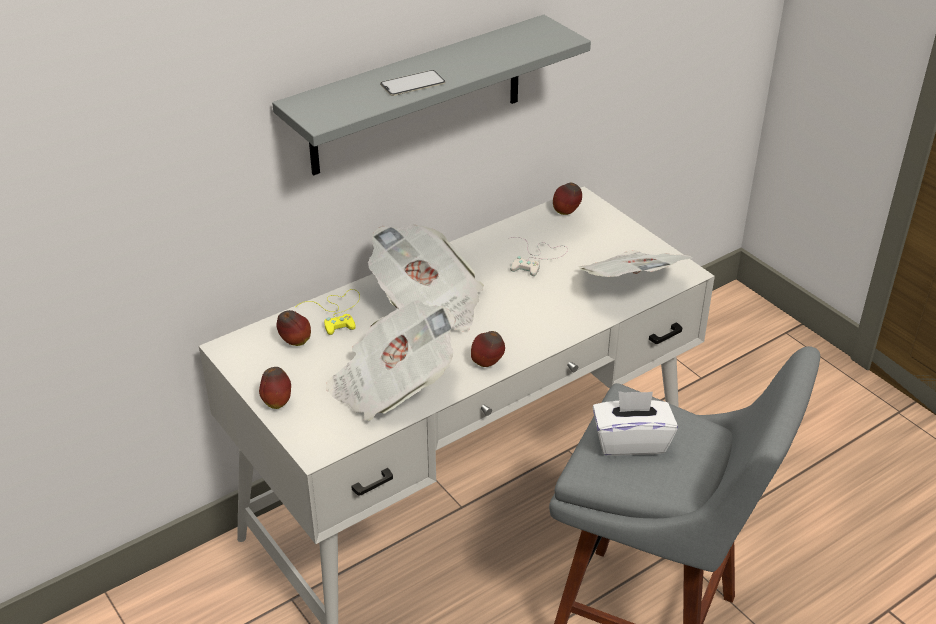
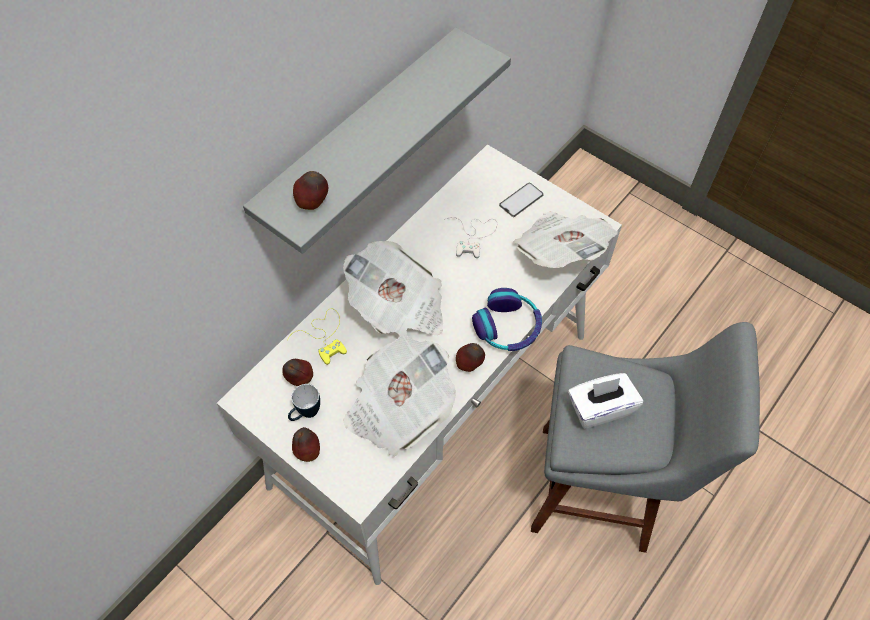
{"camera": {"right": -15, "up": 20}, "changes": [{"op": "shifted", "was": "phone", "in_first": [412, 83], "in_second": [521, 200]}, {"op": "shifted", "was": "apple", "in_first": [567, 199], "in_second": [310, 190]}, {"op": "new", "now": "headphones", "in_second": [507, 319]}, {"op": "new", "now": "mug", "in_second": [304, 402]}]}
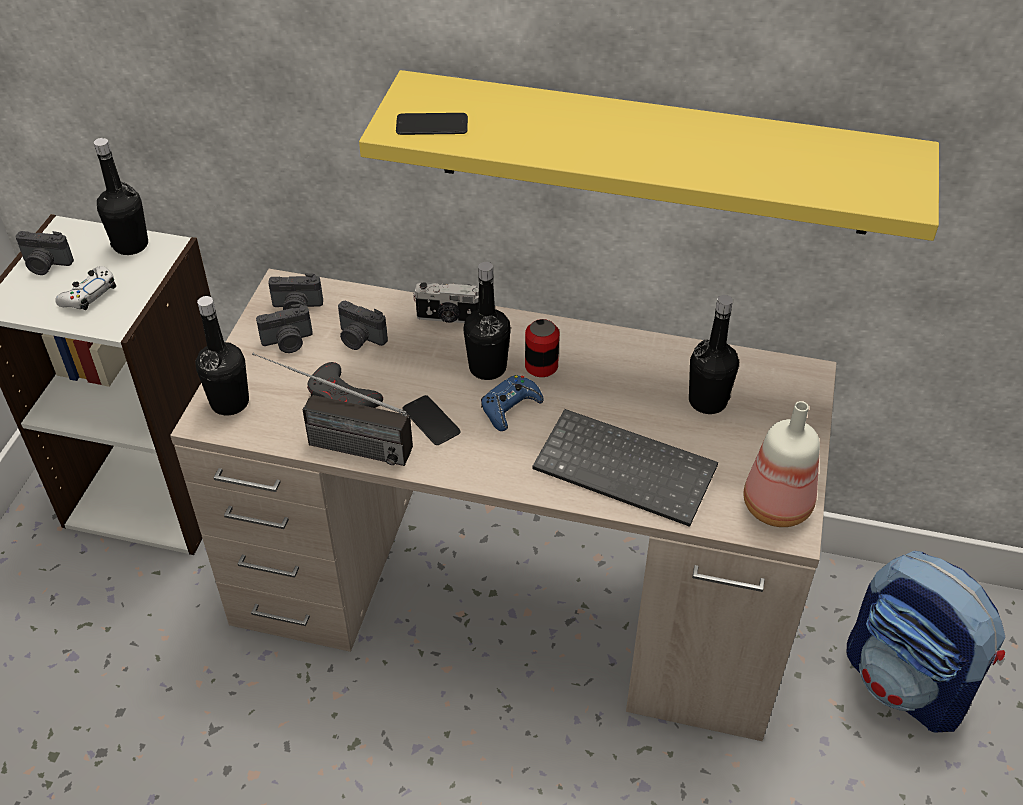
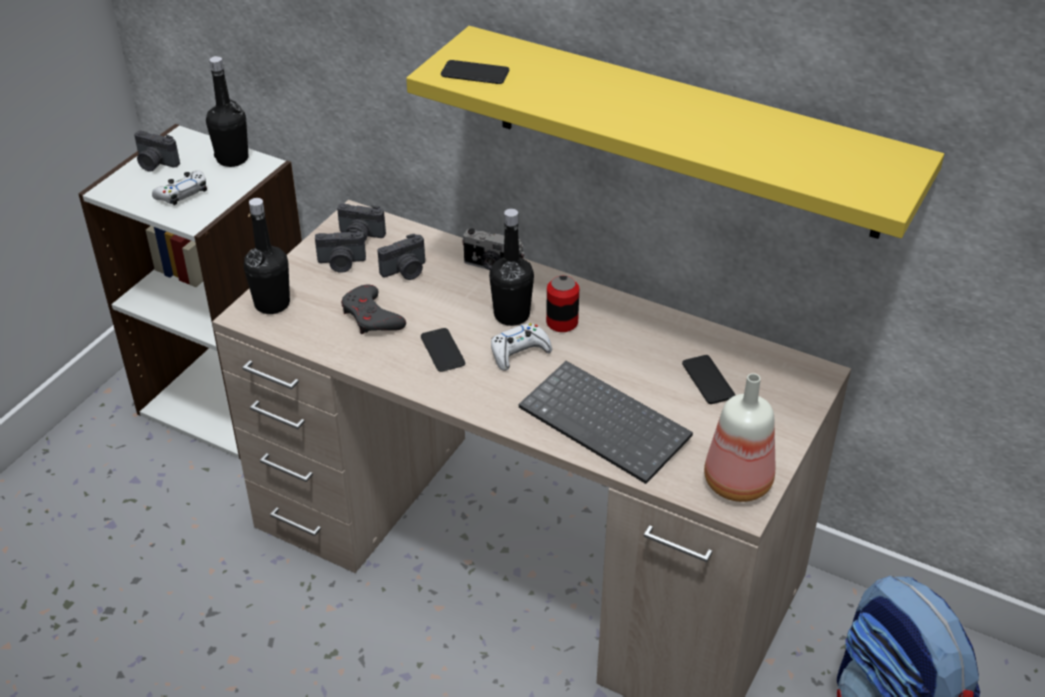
{"camera": {"right": 15, "up": -5}, "changes": [{"op": "swapped", "was": "black bottle", "now": "phone", "in_first": [714, 354], "in_second": [708, 379]}, {"op": "rotated", "was": "photo camera", "in_first": [363, 325], "in_second": [401, 256], "clockwise": -75}, {"op": "gone", "was": "radio", "in_first": [332, 409]}, {"op": "repainted", "was": "blue game controller", "now": "white game controller", "in_first": [512, 403], "in_second": [521, 347]}]}
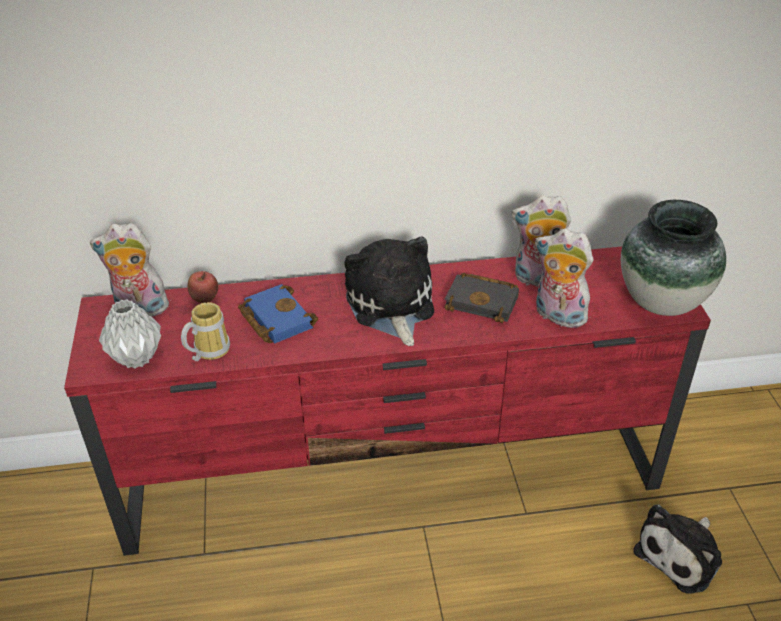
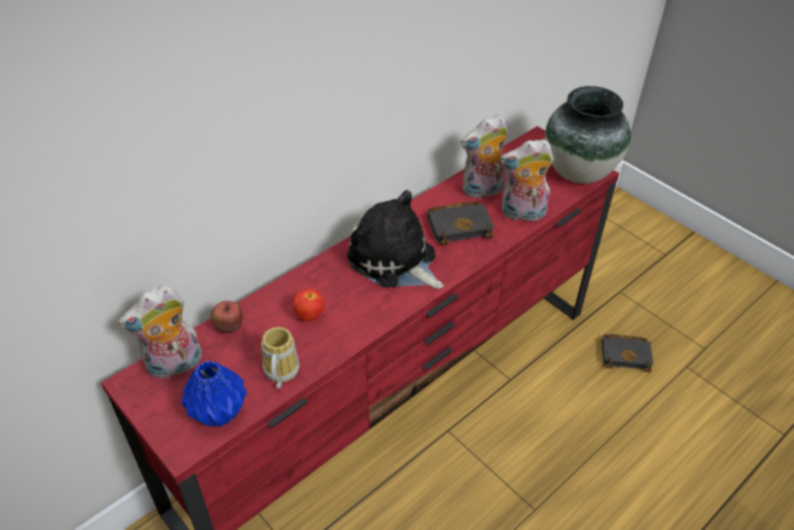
{"camera": {"right": -35, "up": 5}, "changes": [{"op": "swapped", "was": "blue book", "now": "apple", "in_first": [278, 313], "in_second": [308, 305]}, {"op": "repainted", "was": "grey vase", "now": "blue vase", "in_first": [130, 334], "in_second": [214, 394]}, {"op": "swapped", "was": "plush toy", "now": "black book", "in_first": [677, 549], "in_second": [627, 353]}]}
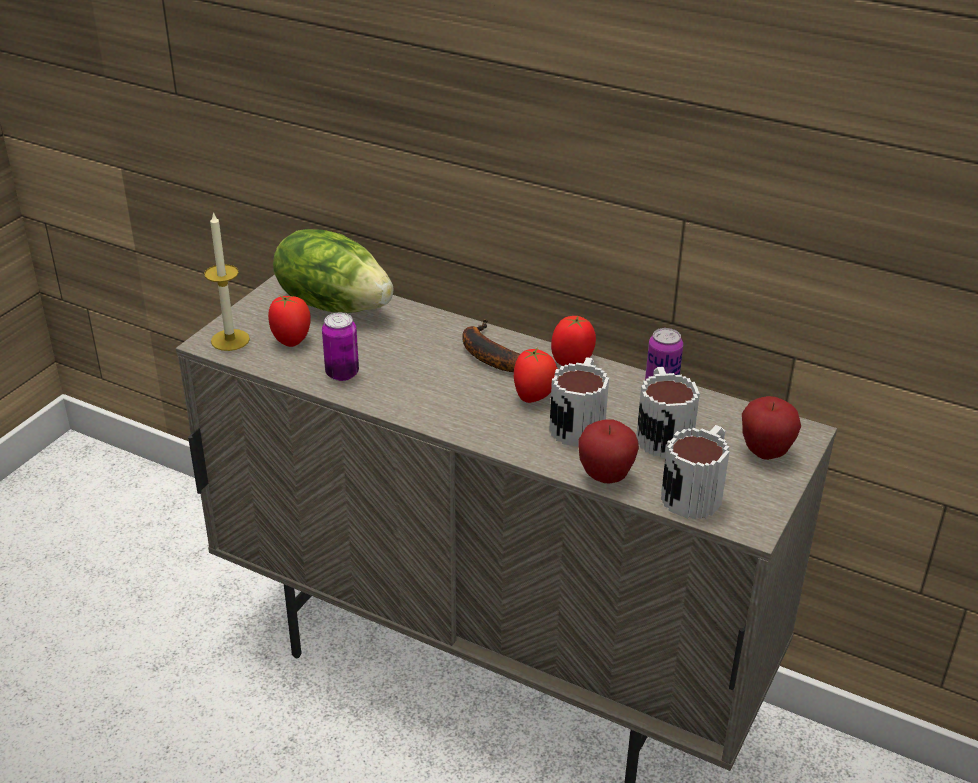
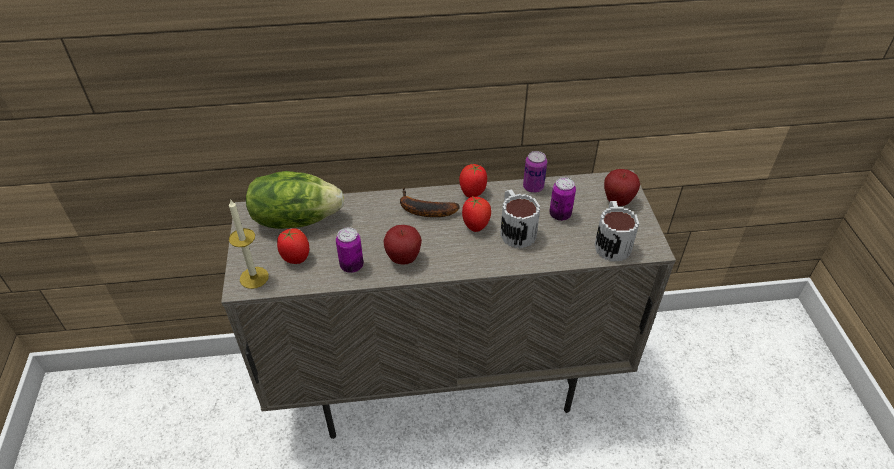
{"camera": {"right": -35, "up": 10}, "changes": [{"op": "swapped", "was": "mug", "now": "can", "in_first": [668, 412], "in_second": [562, 199]}, {"op": "shifted", "was": "apple", "in_first": [608, 451], "in_second": [402, 245]}]}
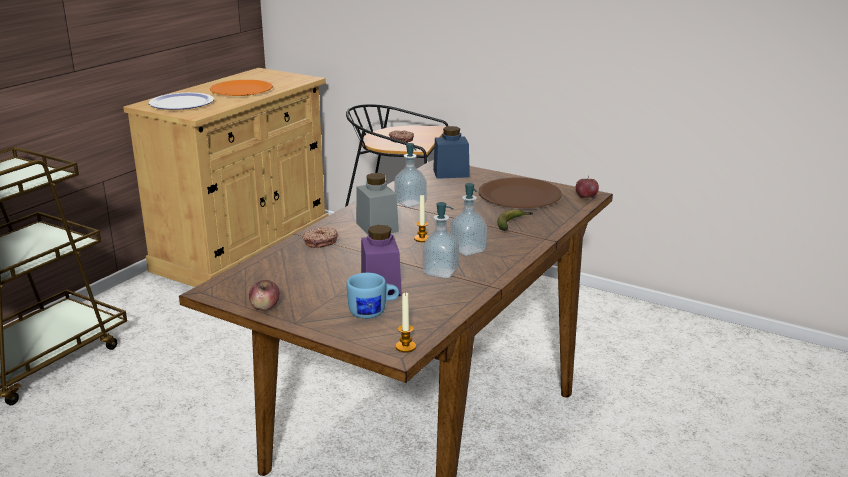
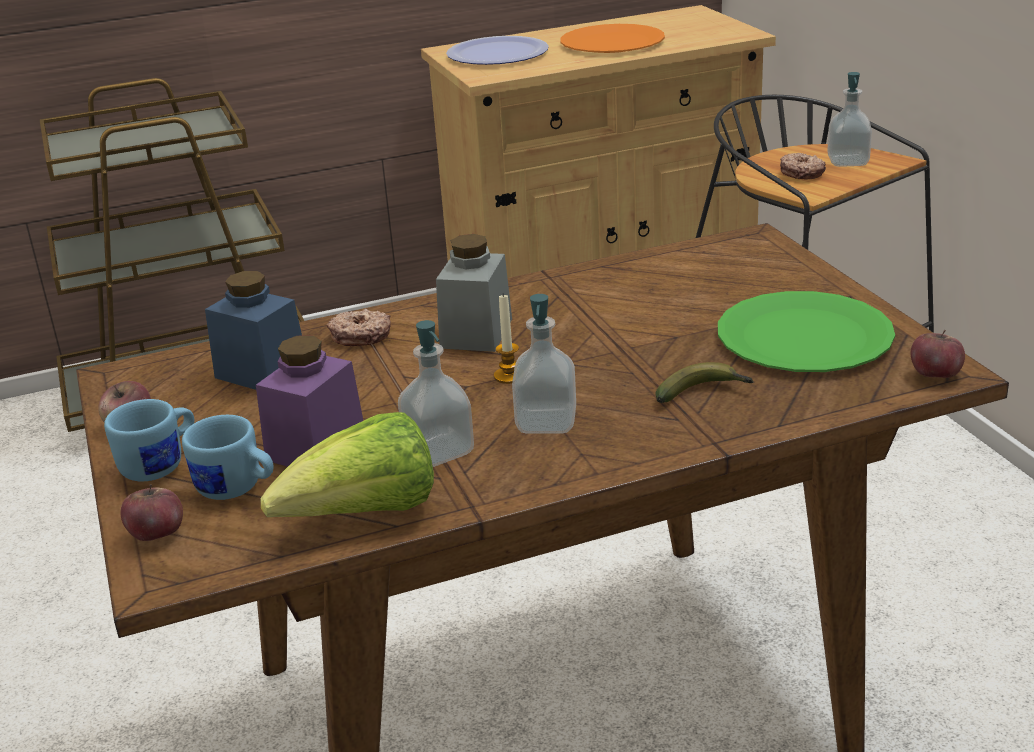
{"camera": {"right": 40, "up": 5}, "changes": [{"op": "shifted", "was": "blue jar", "in_first": [451, 152], "in_second": [253, 330]}, {"op": "shifted", "was": "soap dispenser", "in_first": [410, 175], "in_second": [849, 119]}, {"op": "repainted", "was": "brown plate", "now": "green plate", "in_first": [520, 193], "in_second": [806, 331]}, {"op": "gone", "was": "candle", "in_first": [405, 322]}, {"op": "new", "now": "blue mug", "in_second": [149, 440]}, {"op": "new", "now": "lettuce", "in_second": [347, 464]}, {"op": "new", "now": "apple", "in_second": [152, 512]}]}
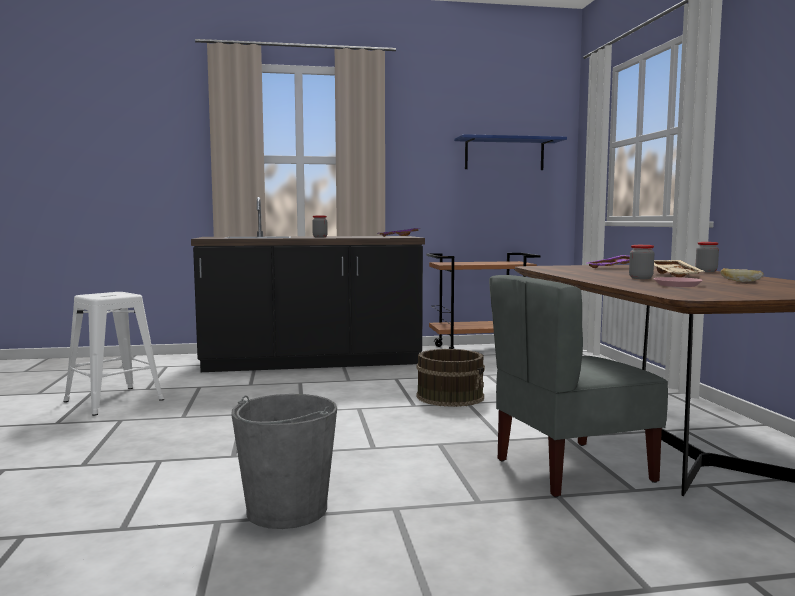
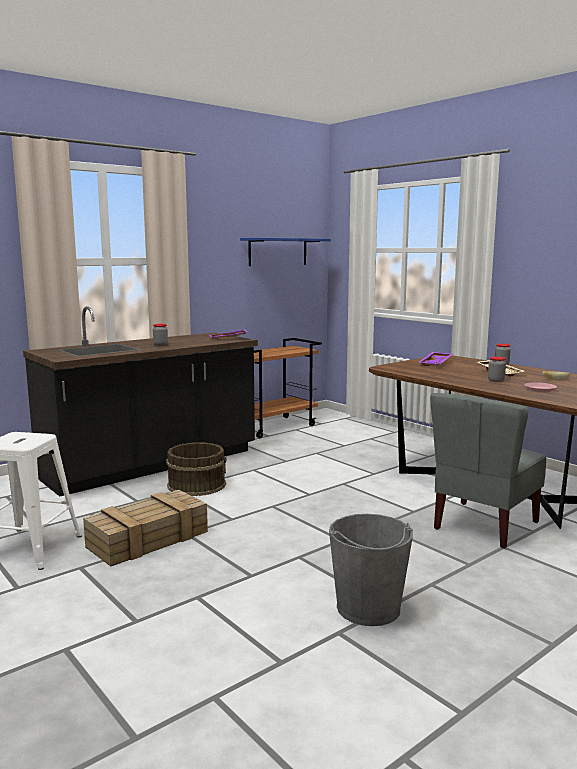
{"camera": {"right": -30, "up": 5}, "changes": [{"op": "shifted", "was": "brown bucket", "in_first": [450, 378], "in_second": [196, 469]}, {"op": "new", "now": "crate", "in_second": [145, 528]}]}
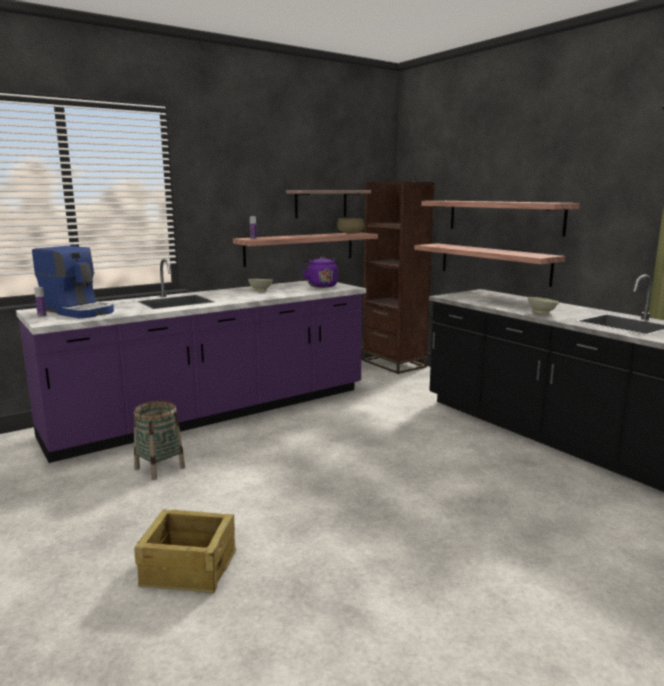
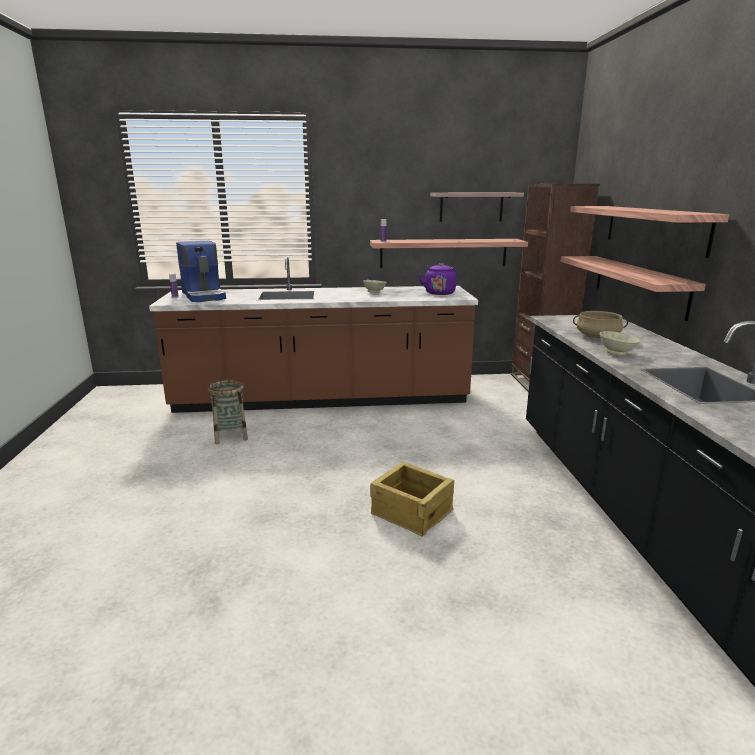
{"camera": {"right": 30, "up": 5}, "changes": [{"op": "shifted", "was": "beige cooking pot", "in_first": [351, 226], "in_second": [600, 324]}, {"op": "repainted", "was": "purple counter", "now": "brown counter", "in_first": [191, 361], "in_second": [313, 334]}, {"op": "shifted", "was": "crate", "in_first": [185, 551], "in_second": [412, 499]}]}
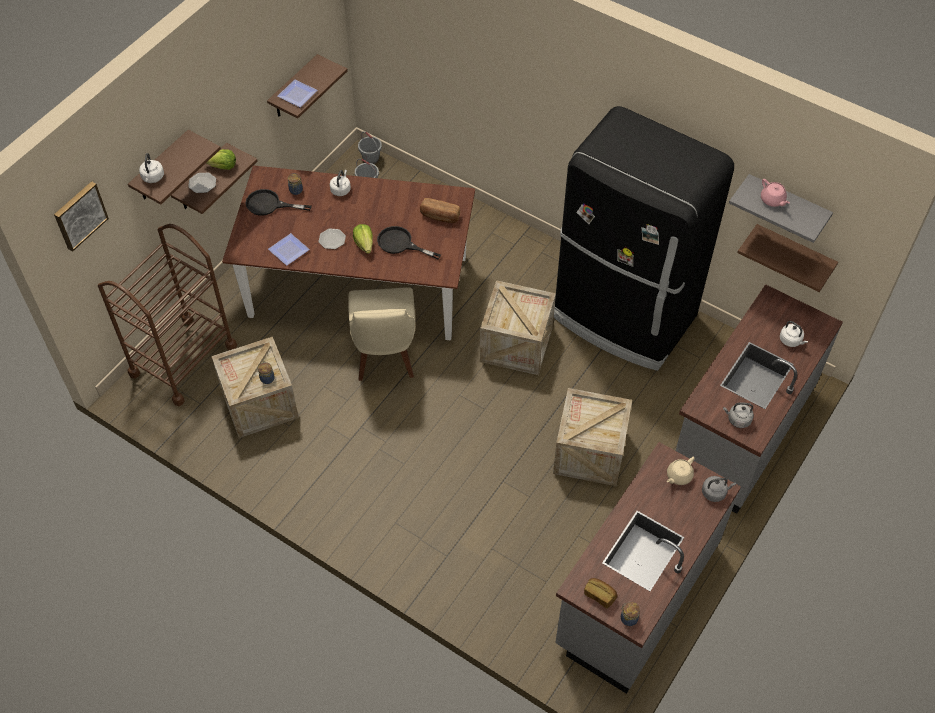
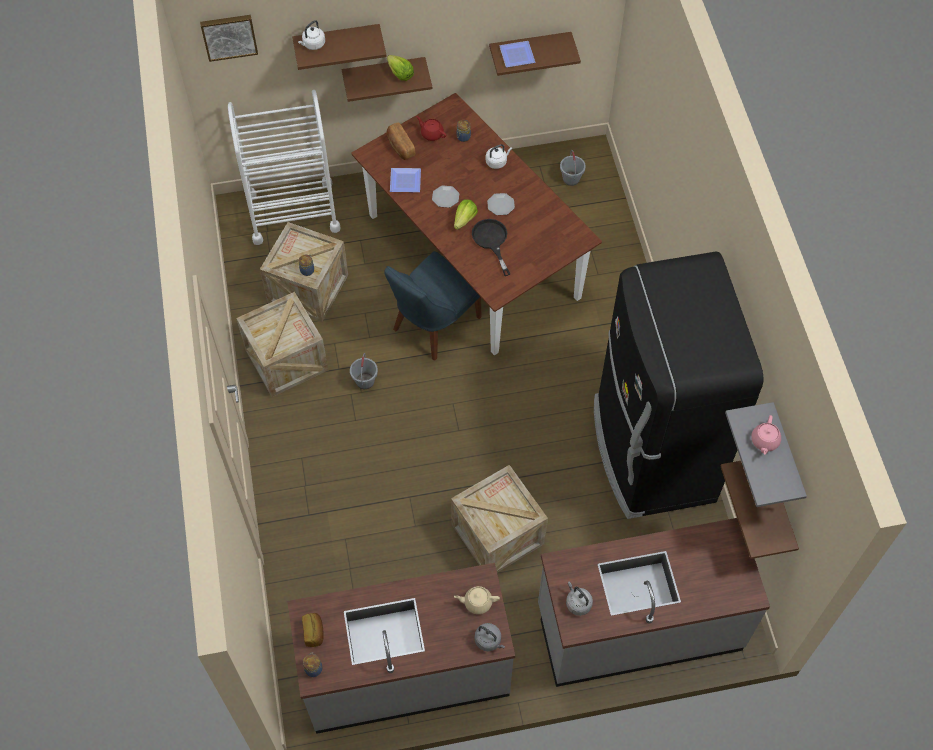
{"camera": {"right": 45, "up": 5}, "changes": [{"op": "shifted", "was": "grey bucket", "in_first": [370, 148], "in_second": [364, 371]}, {"op": "shifted", "was": "plate", "in_first": [202, 183], "in_second": [501, 204]}, {"op": "swapped", "was": "black frying pan", "now": "red teapot", "in_first": [279, 202], "in_second": [431, 128]}, {"op": "shifted", "was": "bread", "in_first": [440, 210], "in_second": [401, 141]}, {"op": "repainted", "was": "brown cart", "now": "white cart", "in_first": [167, 315], "in_second": [284, 167]}, {"op": "shifted", "was": "crate", "in_first": [518, 327], "in_second": [282, 344]}, {"op": "repainted", "was": "beige chair", "now": "blue chair", "in_first": [381, 334], "in_second": [432, 306]}, {"op": "gone", "was": "white kettle", "in_first": [794, 334]}]}
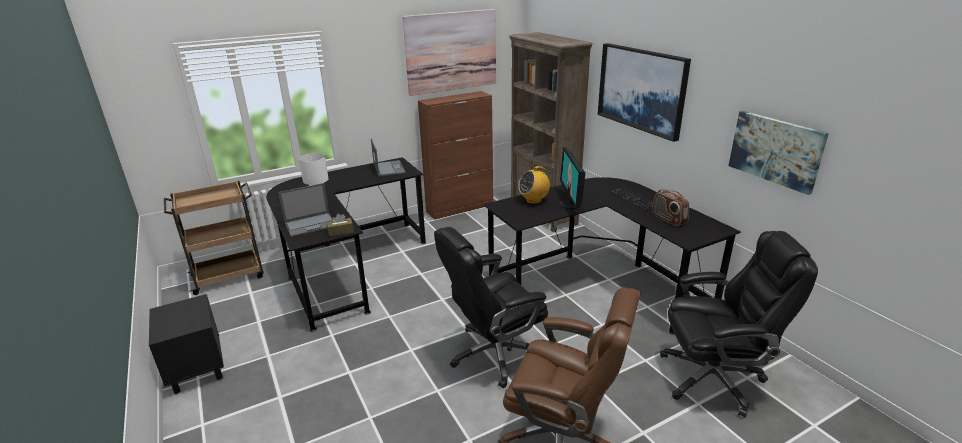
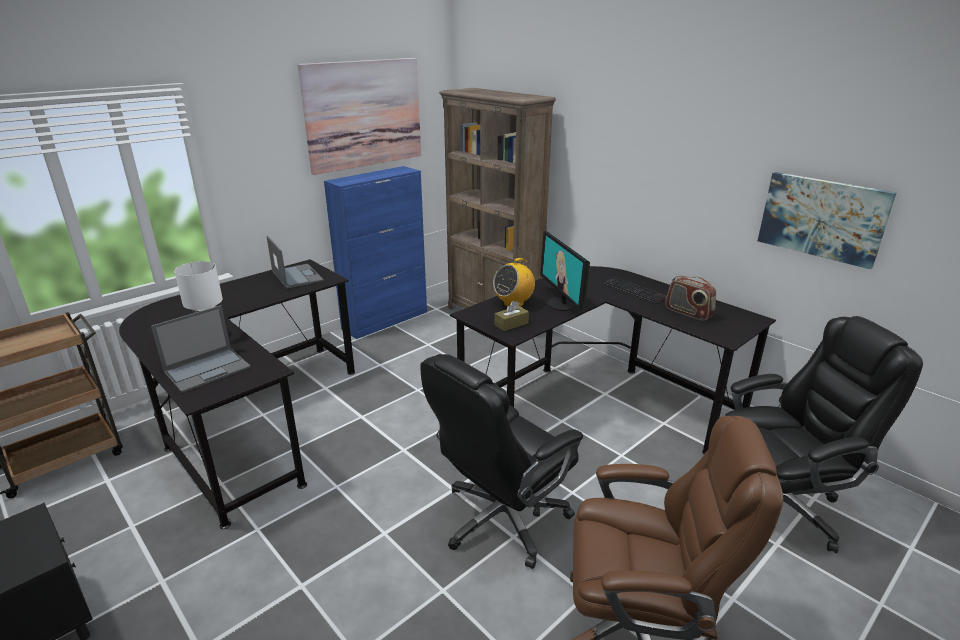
{"camera": {"right": -15, "up": 0}, "changes": [{"op": "gone", "was": "picture", "in_first": [644, 92]}, {"op": "repainted", "was": "brown cabinet", "now": "blue cabinet", "in_first": [455, 155], "in_second": [375, 252]}, {"op": "shifted", "was": "brown tissue box", "in_first": [340, 225], "in_second": [511, 316]}]}
